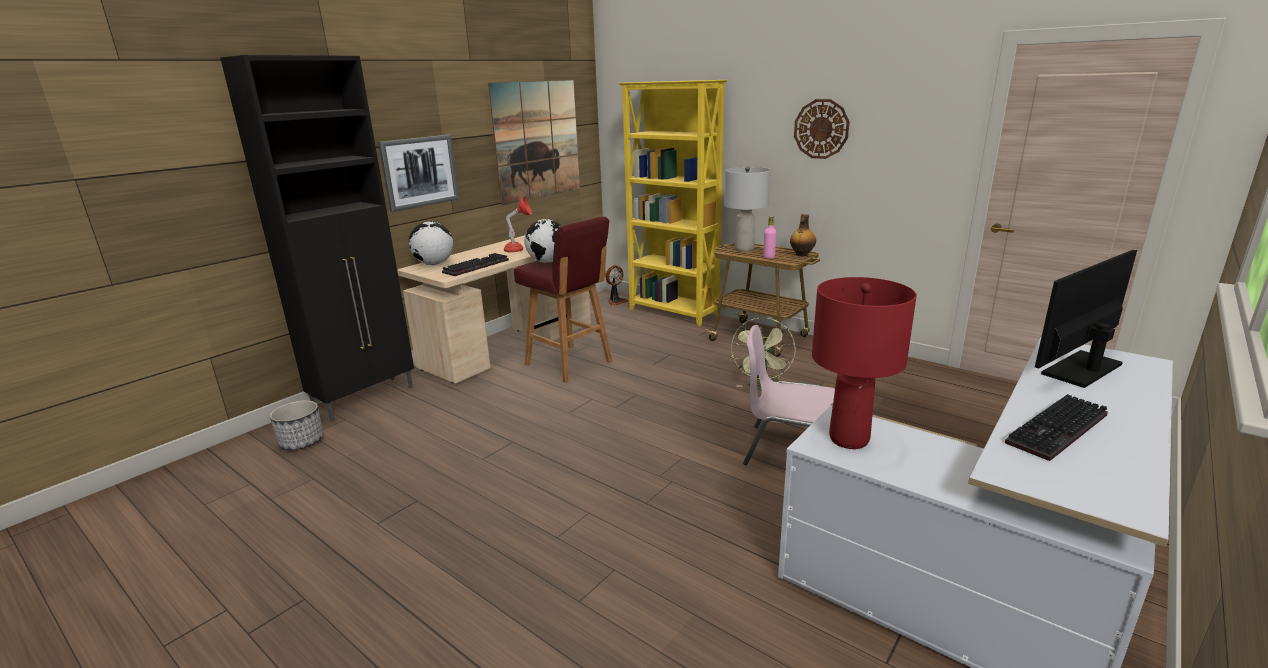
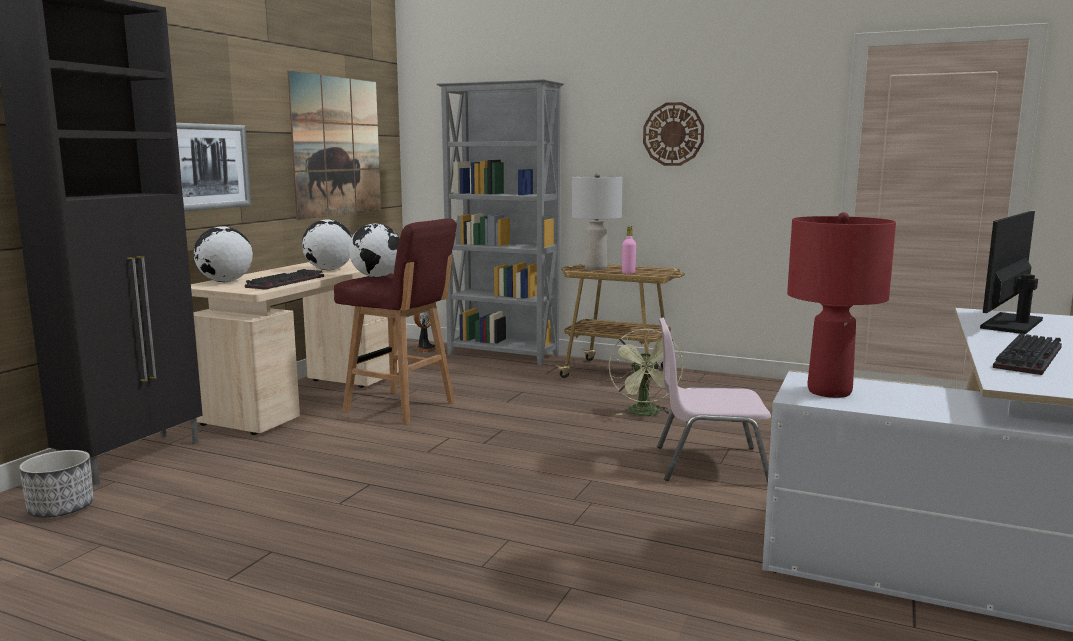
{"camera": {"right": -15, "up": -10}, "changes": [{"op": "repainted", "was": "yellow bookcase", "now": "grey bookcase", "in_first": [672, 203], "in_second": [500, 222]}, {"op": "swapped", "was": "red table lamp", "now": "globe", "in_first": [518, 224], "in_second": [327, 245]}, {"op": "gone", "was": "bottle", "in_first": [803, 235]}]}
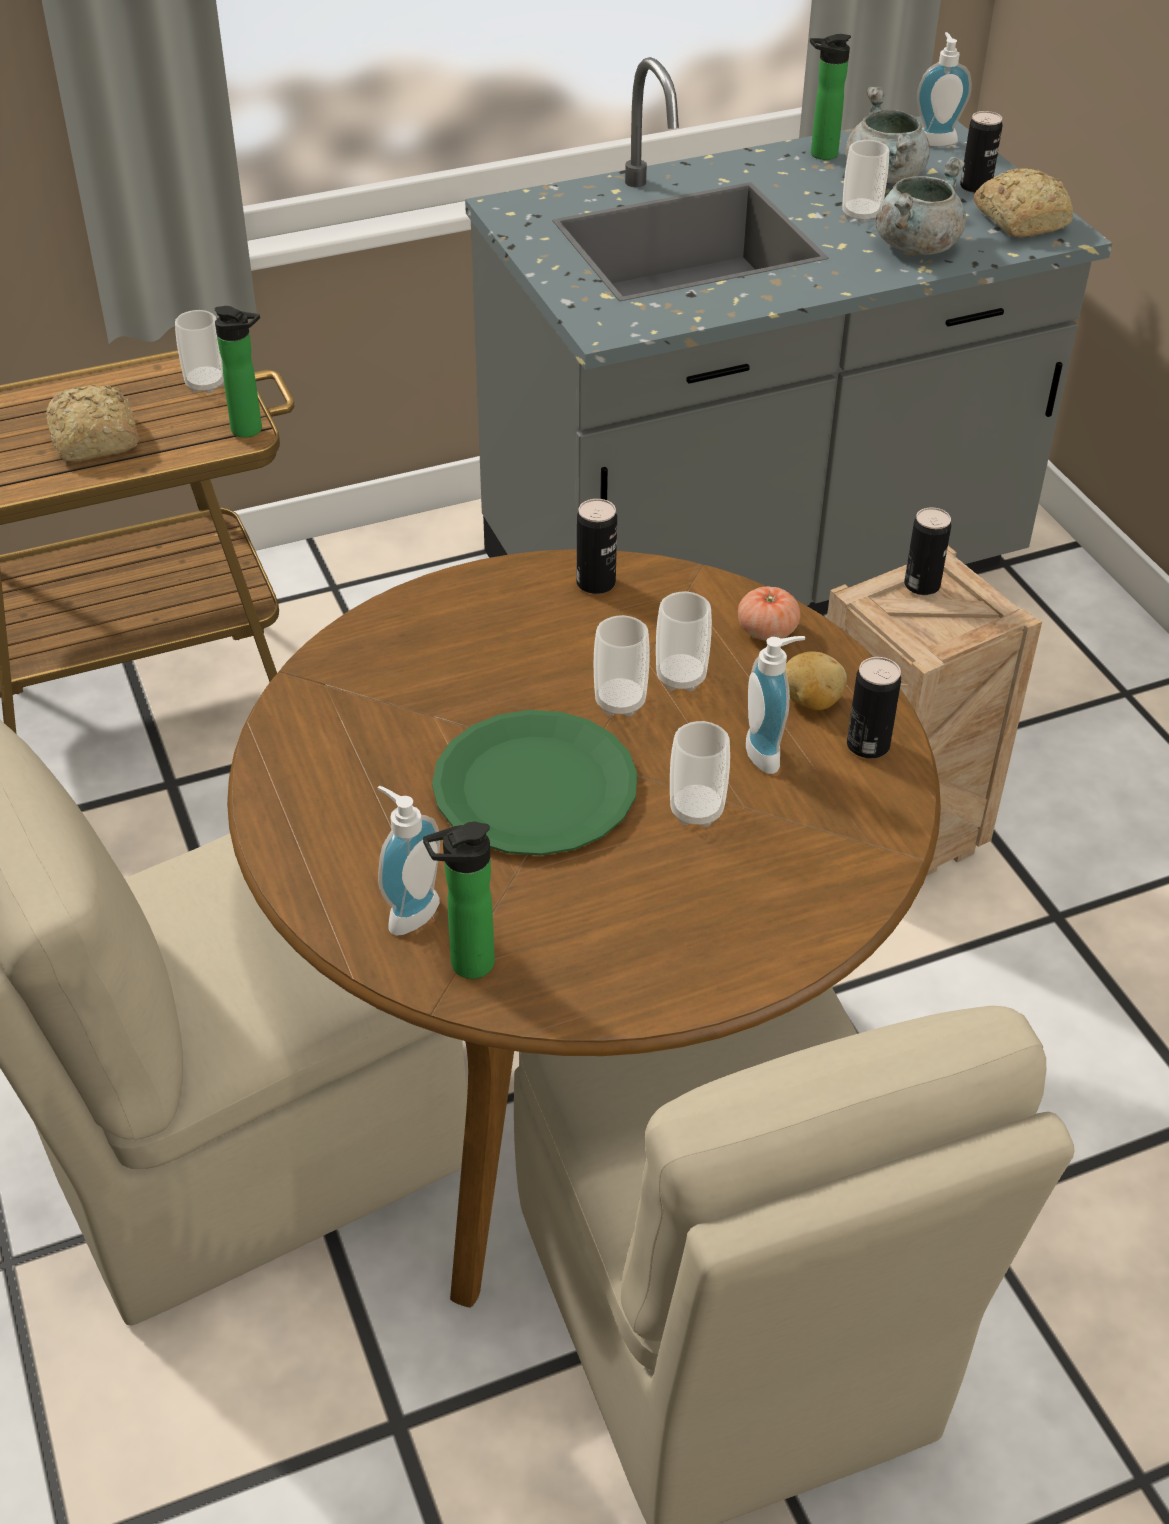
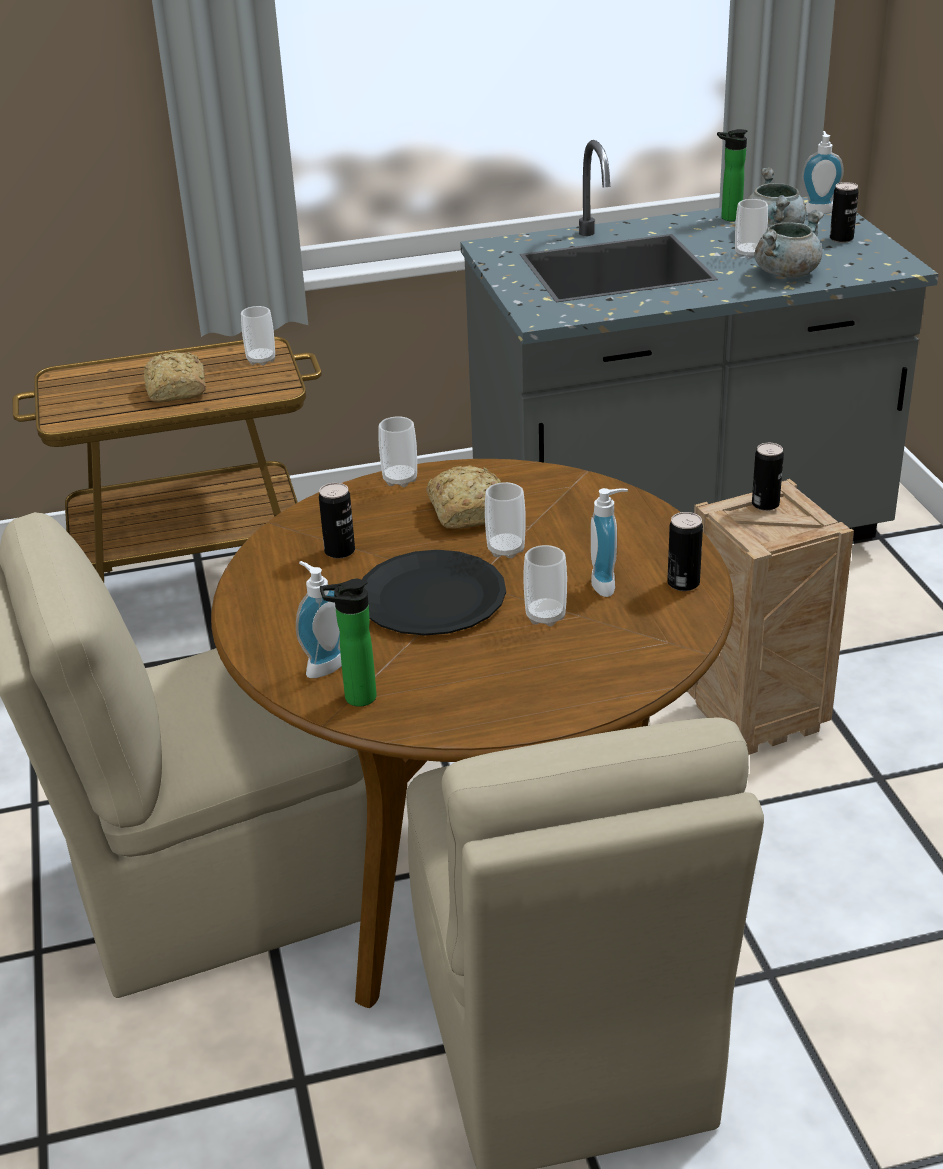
{"camera": {"right": 10, "up": -10}, "changes": [{"op": "shifted", "was": "bread", "in_first": [1023, 202], "in_second": [463, 497]}, {"op": "gone", "was": "bottle", "in_first": [238, 372]}, {"op": "shifted", "was": "can", "in_first": [597, 546], "in_second": [337, 521]}, {"op": "gone", "was": "tomato", "in_first": [769, 613]}, {"op": "shifted", "was": "cup", "in_first": [684, 641], "in_second": [397, 451]}, {"op": "gone", "was": "potato", "in_first": [816, 680]}, {"op": "repainted", "was": "green plate", "now": "black plate", "in_first": [535, 783], "in_second": [434, 593]}]}
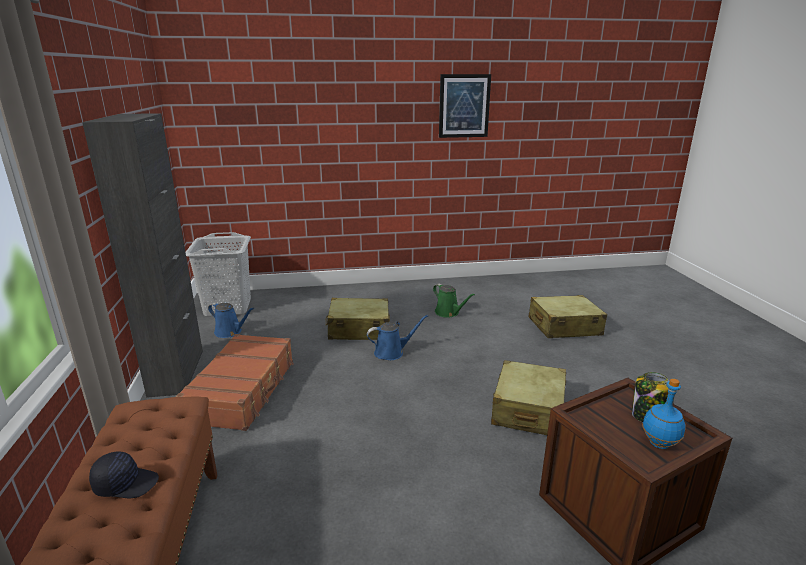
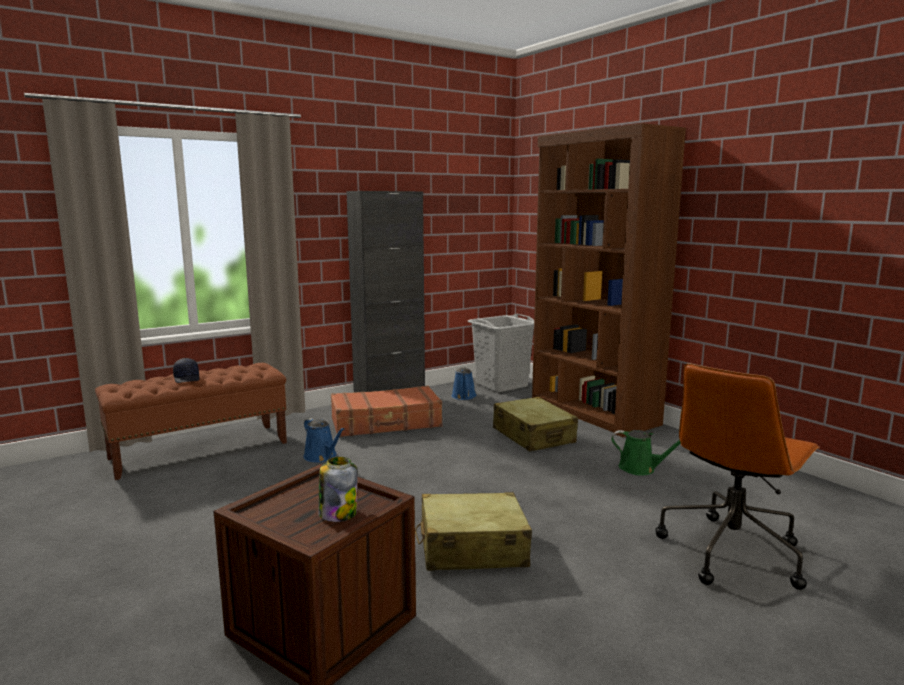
{"camera": {"right": 65, "up": -10}, "changes": [{"op": "gone", "was": "picture", "in_first": [465, 106]}, {"op": "rotated", "was": "green watering can", "in_first": [454, 301], "in_second": [646, 452], "clockwise": -90}, {"op": "swapped", "was": "beige suitcase", "now": "brown office chair", "in_first": [568, 316], "in_second": [738, 476]}, {"op": "shifted", "was": "blue watering can", "in_first": [397, 337], "in_second": [324, 440]}, {"op": "gone", "was": "blue bottle", "in_first": [663, 413]}, {"op": "new", "now": "brown bookcase", "in_second": [609, 280]}]}
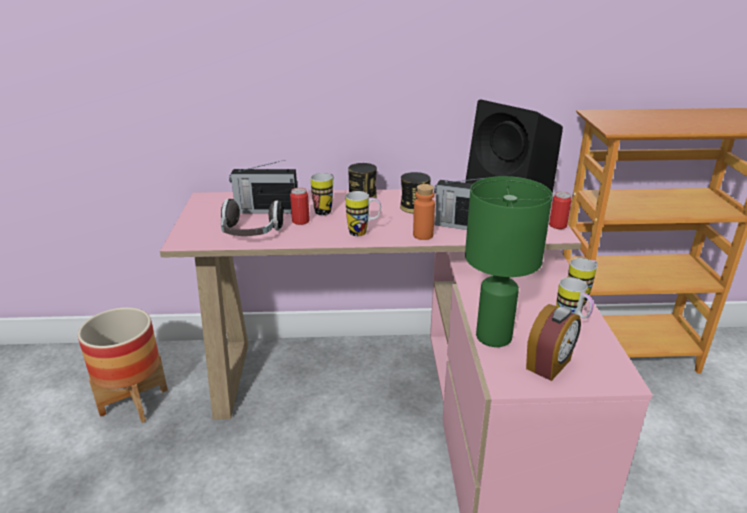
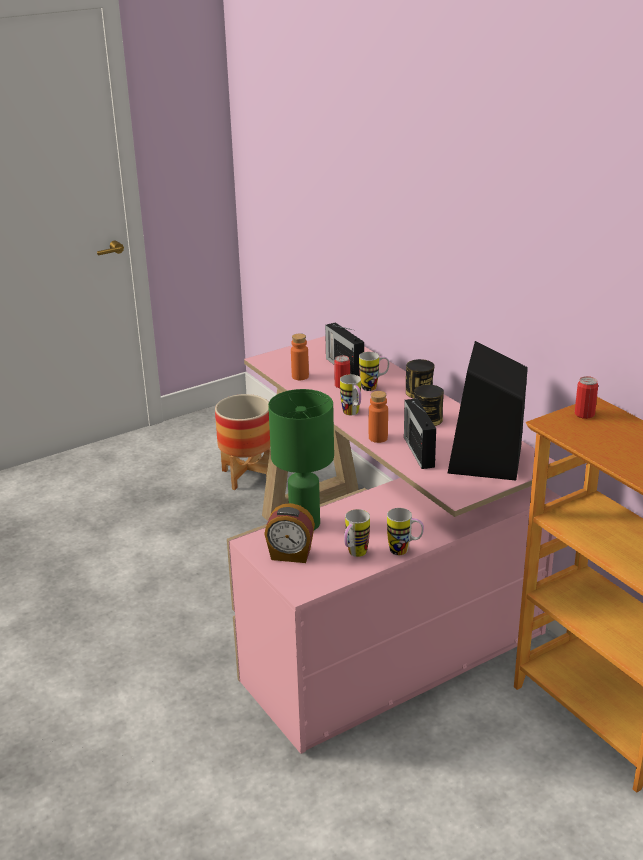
{"camera": {"right": 60, "up": 0}, "changes": [{"op": "shifted", "was": "can", "in_first": [560, 210], "in_second": [586, 397]}, {"op": "swapped", "was": "headphones", "now": "orange bottle", "in_first": [251, 217], "in_second": [300, 357]}]}
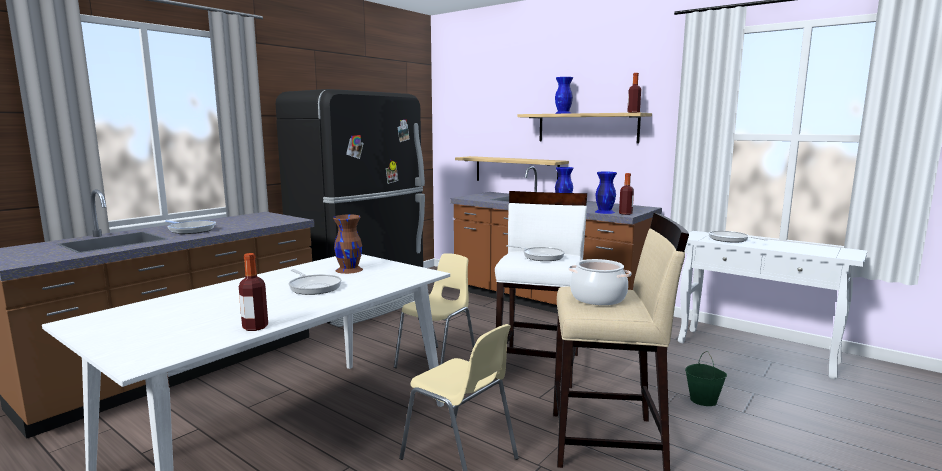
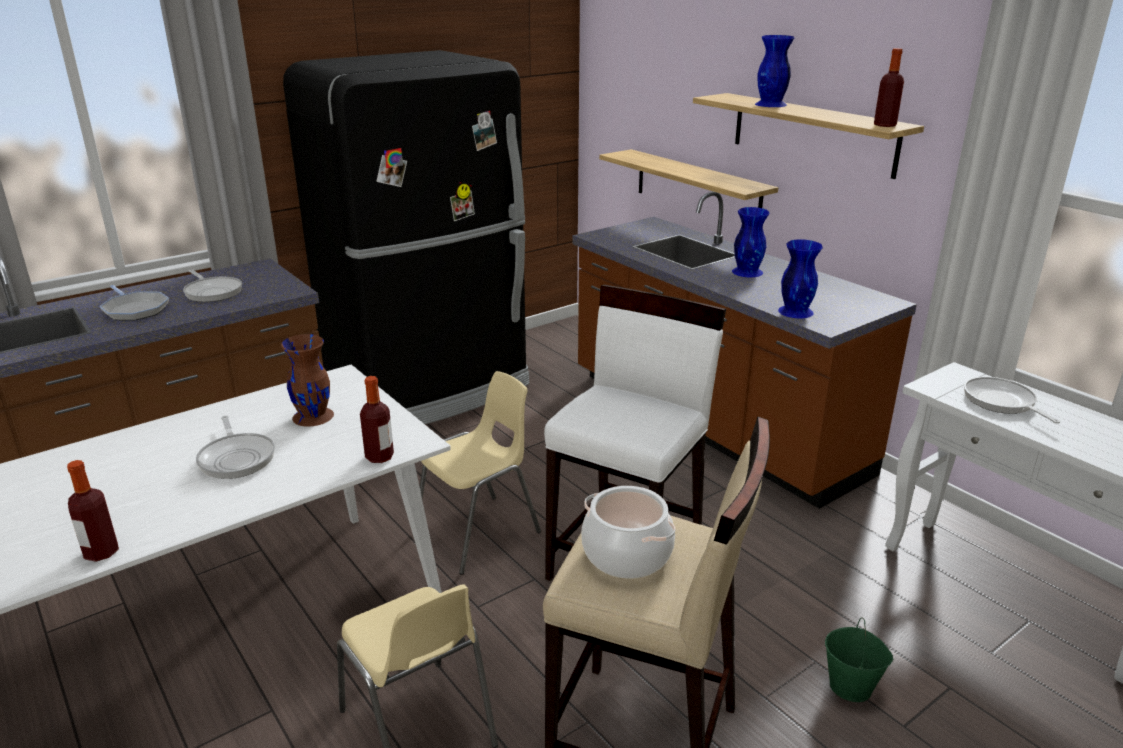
{"camera": {"right": 15, "up": 15}, "changes": [{"op": "shifted", "was": "bottle", "in_first": [626, 194], "in_second": [377, 419]}, {"op": "shifted", "was": "frying pan", "in_first": [535, 253], "in_second": [212, 286]}]}
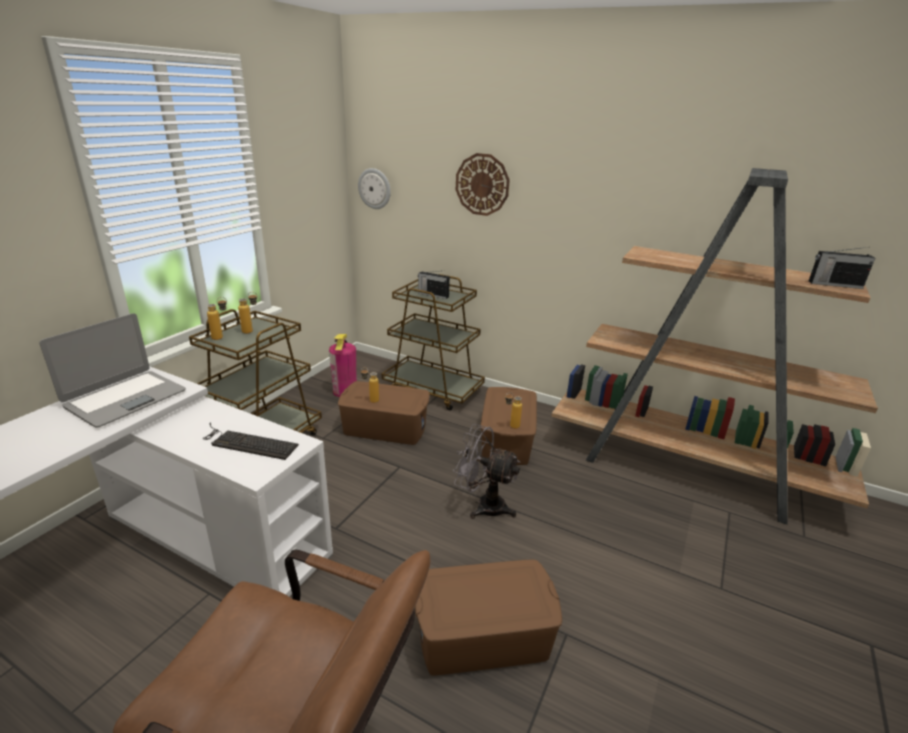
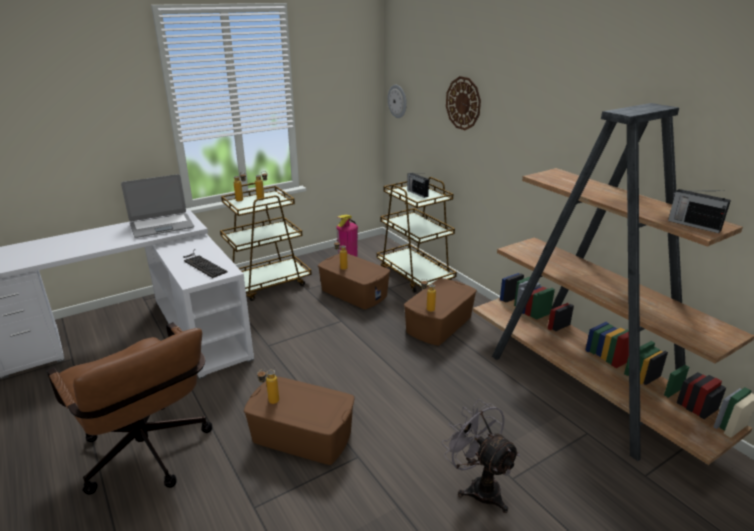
{"camera": {"right": 30, "up": 0}, "changes": [{"op": "shifted", "was": "grey fan", "in_first": [486, 471], "in_second": [481, 456]}, {"op": "new", "now": "bottle", "in_second": [268, 386]}]}
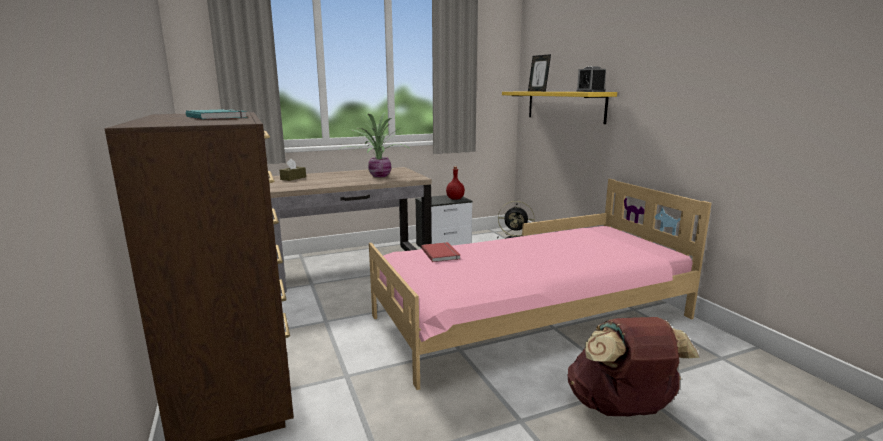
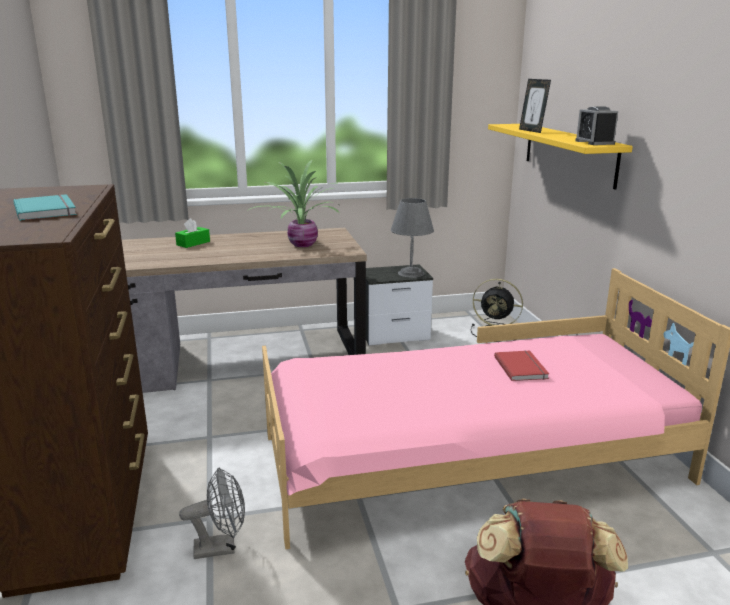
{"camera": {"right": 10, "up": 5}, "changes": [{"op": "repainted", "was": "brown tissue box", "now": "green tissue box", "in_first": [292, 170], "in_second": [192, 233]}, {"op": "swapped", "was": "red bottle", "now": "grey table lamp", "in_first": [455, 183], "in_second": [412, 238]}, {"op": "shifted", "was": "red book", "in_first": [440, 252], "in_second": [521, 365]}, {"op": "new", "now": "grey fan", "in_second": [212, 513]}]}
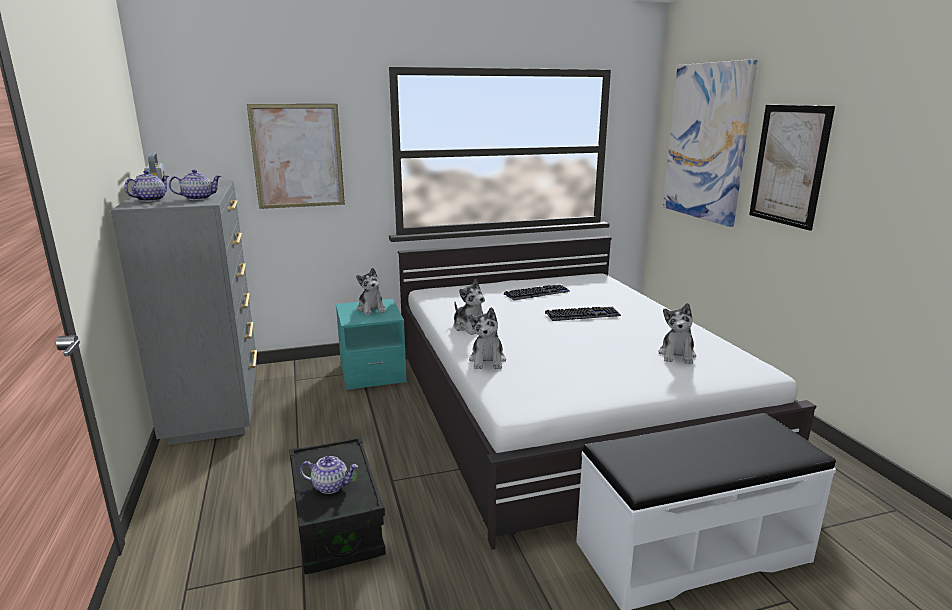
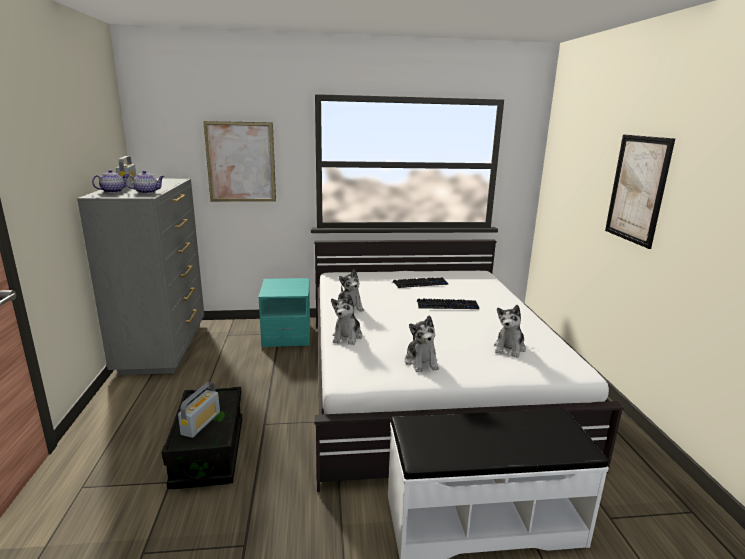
{"camera": {"right": 10, "up": 0}, "changes": [{"op": "gone", "was": "picture", "in_first": [710, 143]}, {"op": "shifted", "was": "plush toy", "in_first": [370, 291], "in_second": [422, 343]}, {"op": "swapped", "was": "teapot", "now": "radio", "in_first": [329, 475], "in_second": [199, 410]}]}
